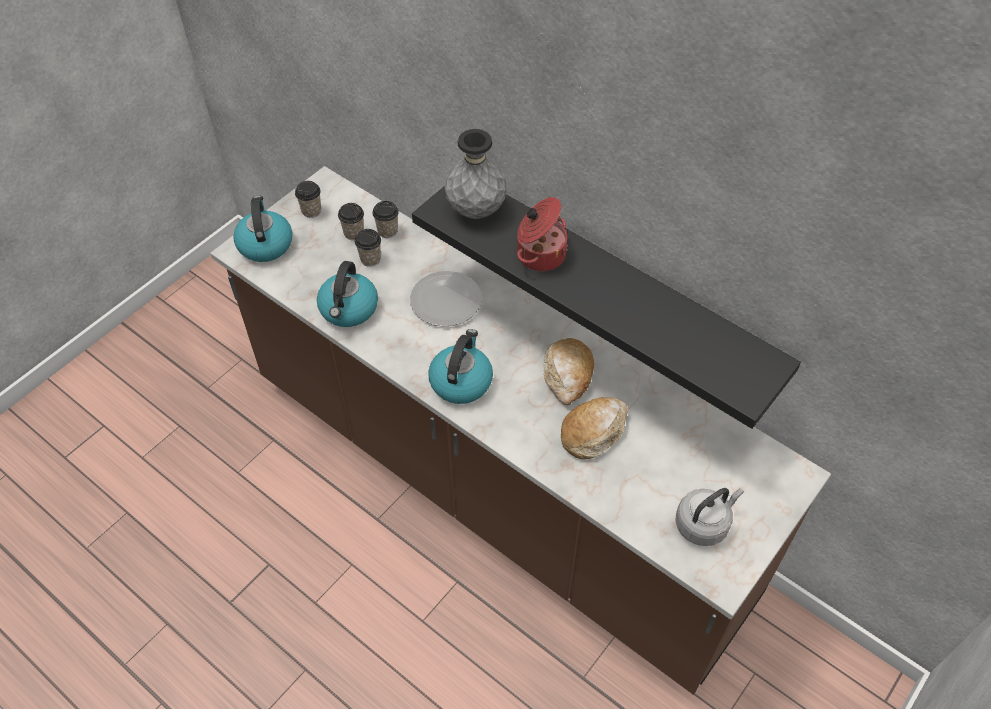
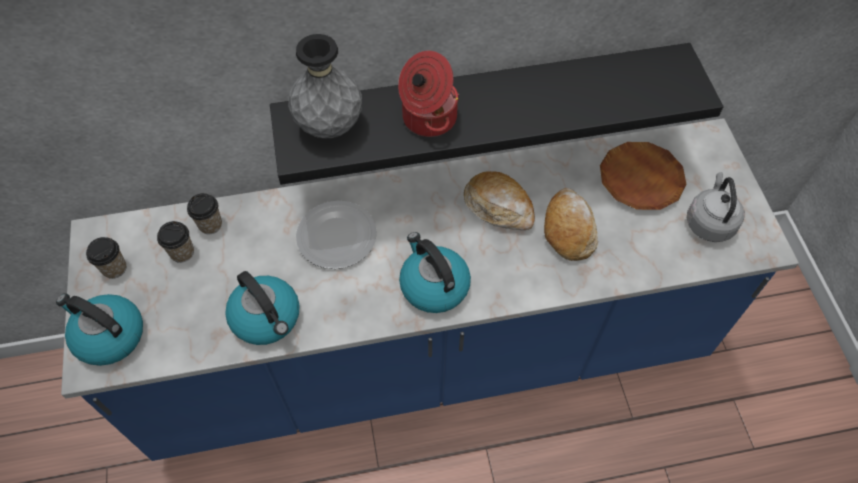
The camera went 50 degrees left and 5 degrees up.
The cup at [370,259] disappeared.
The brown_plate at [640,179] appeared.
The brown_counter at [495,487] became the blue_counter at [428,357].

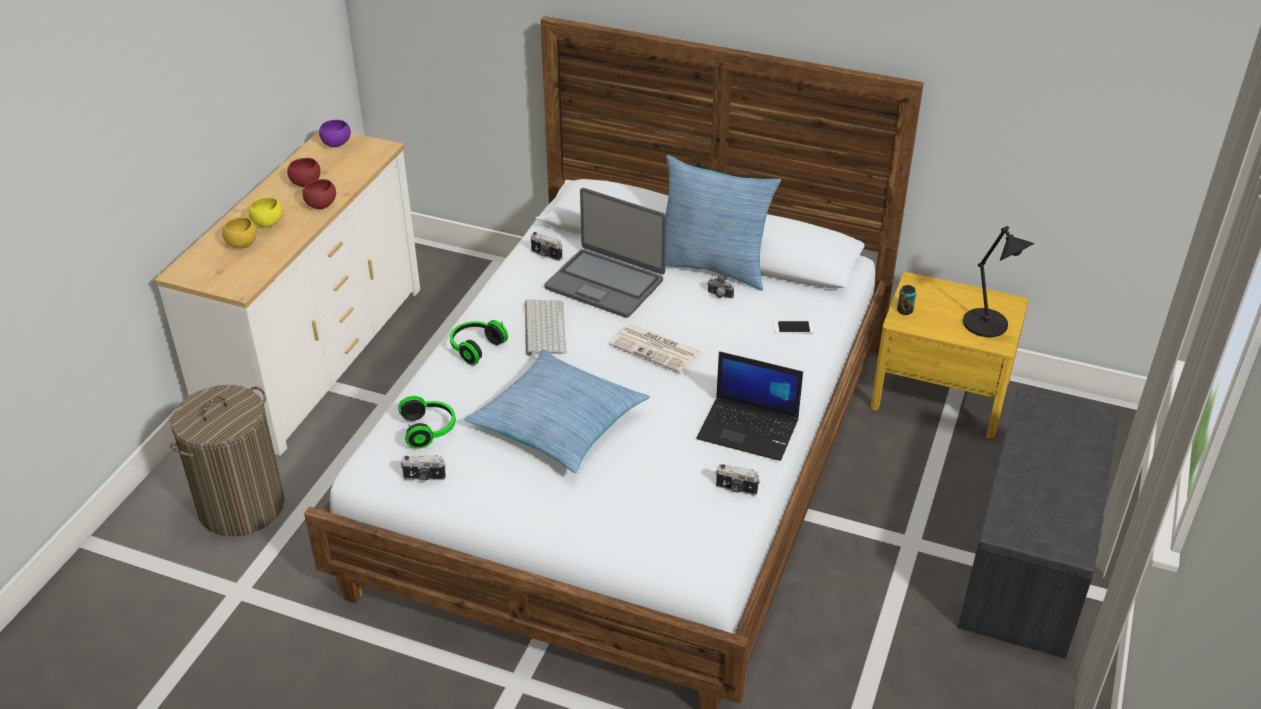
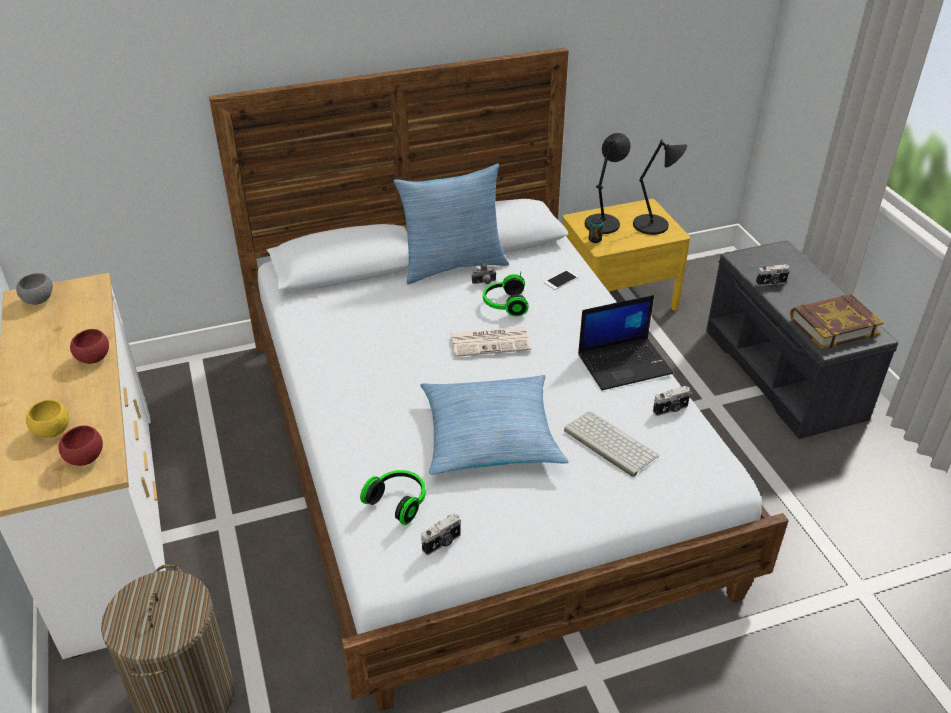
The camera went 40 degrees left and 0 degrees up.
The yellow_bowl at [268,223] disappeared.
The laptop at [605,283] disappeared.
The black_table_lamp at [603,223] appeared.
The book at [833,325] appeared.
The red_bowl moved from [306,183] to [85,458].
The headphones moved from [475,347] to [504,304].
The keyboard moved from [543,327] to [608,443].
The photo_camera moved from [546,255] to [771,283].
The purple_bowl at [336,144] became the grey_bowl at [38,300].

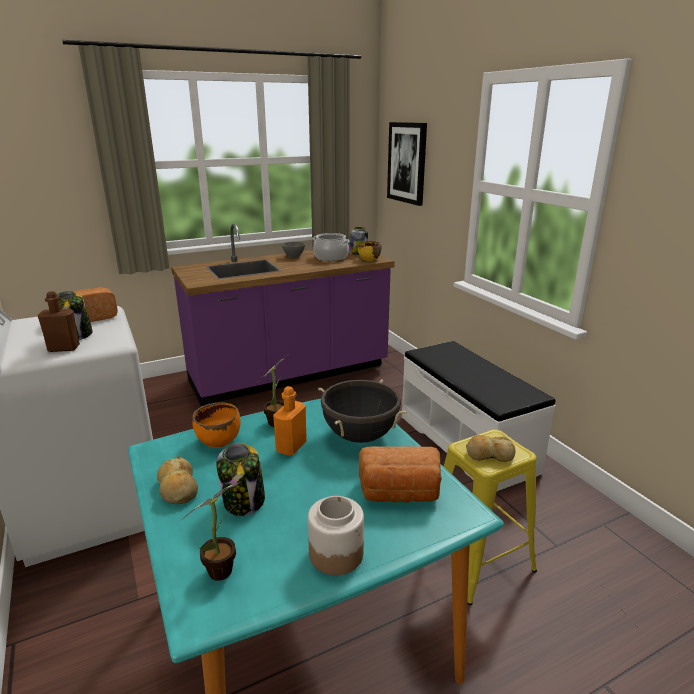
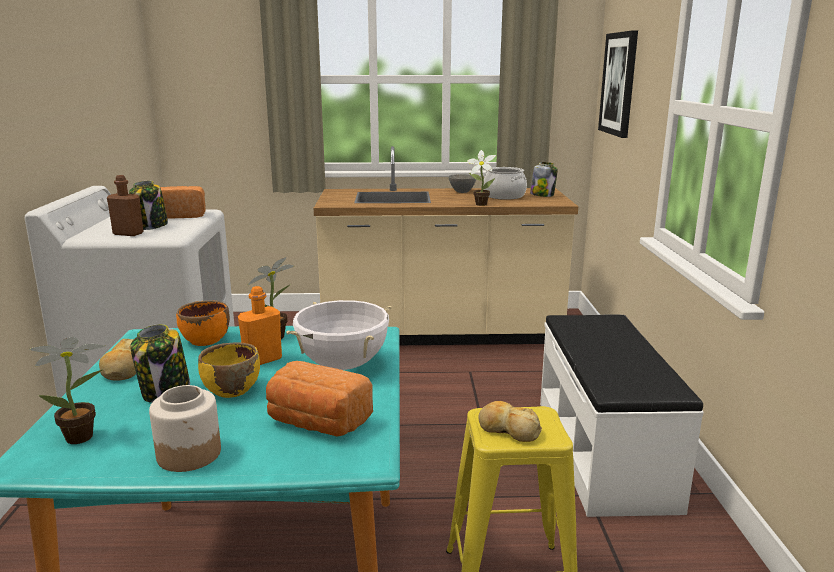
The camera went 25 degrees right and 5 degrees down.
The potted_plant at [479,204] appeared.
The yellow_bowl moved from [369,259] to [231,390].
The purple_counter at [290,375] became the beige_counter at [441,334].
The black_cooking_pot at [360,435] became the white_cooking_pot at [343,365].

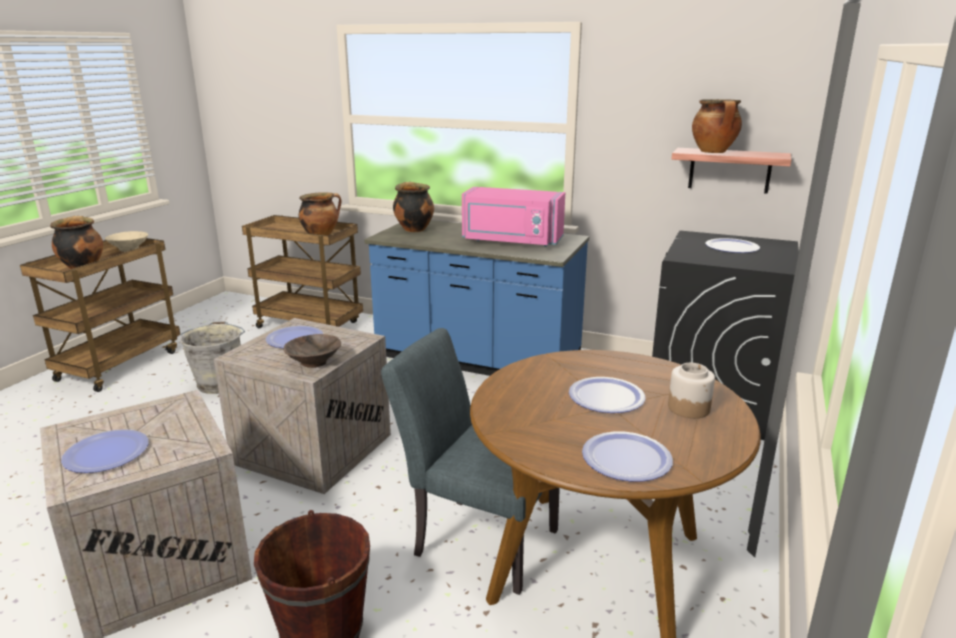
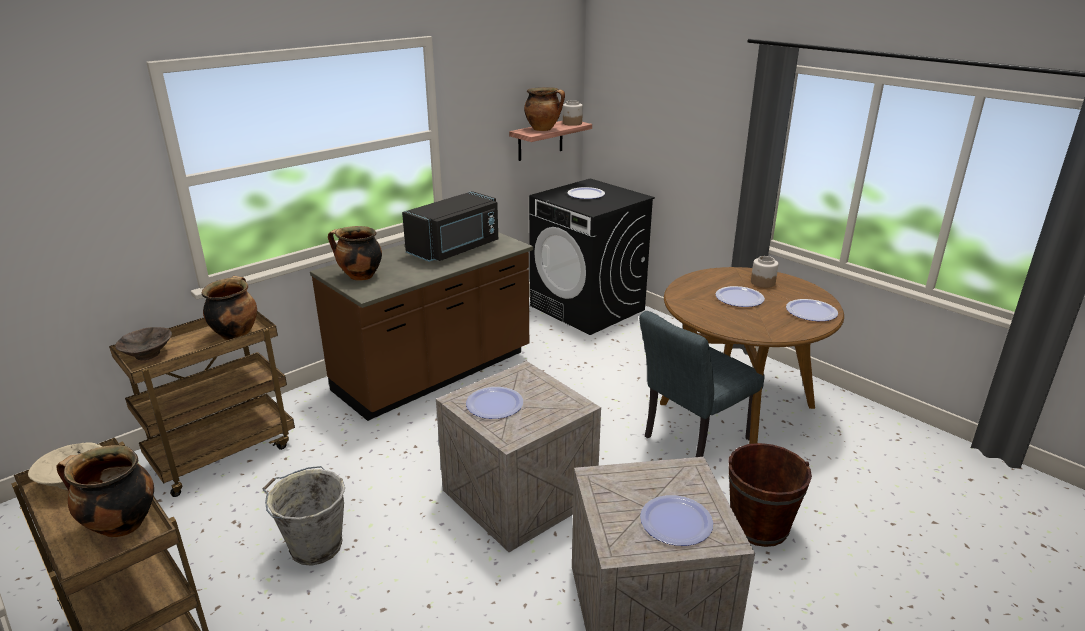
The camera went 65 degrees left and 5 degrees up.
The jar at [572,123] appeared.
The brown_bowl moved from [315,362] to [148,354].
The blue_counter at [477,360] became the brown_counter at [434,373].
The pink_microwave at [511,241] became the black_microwave at [456,249].

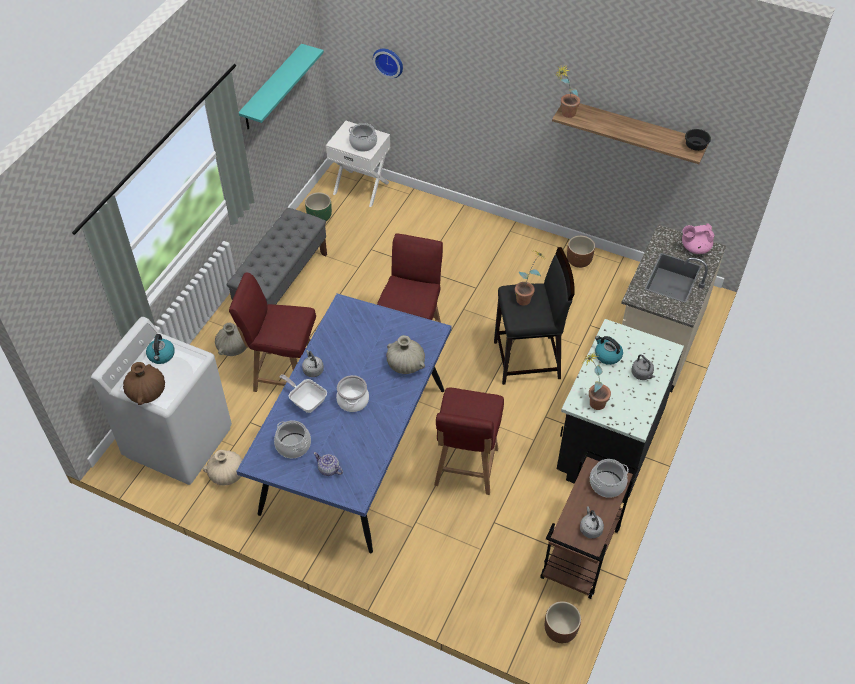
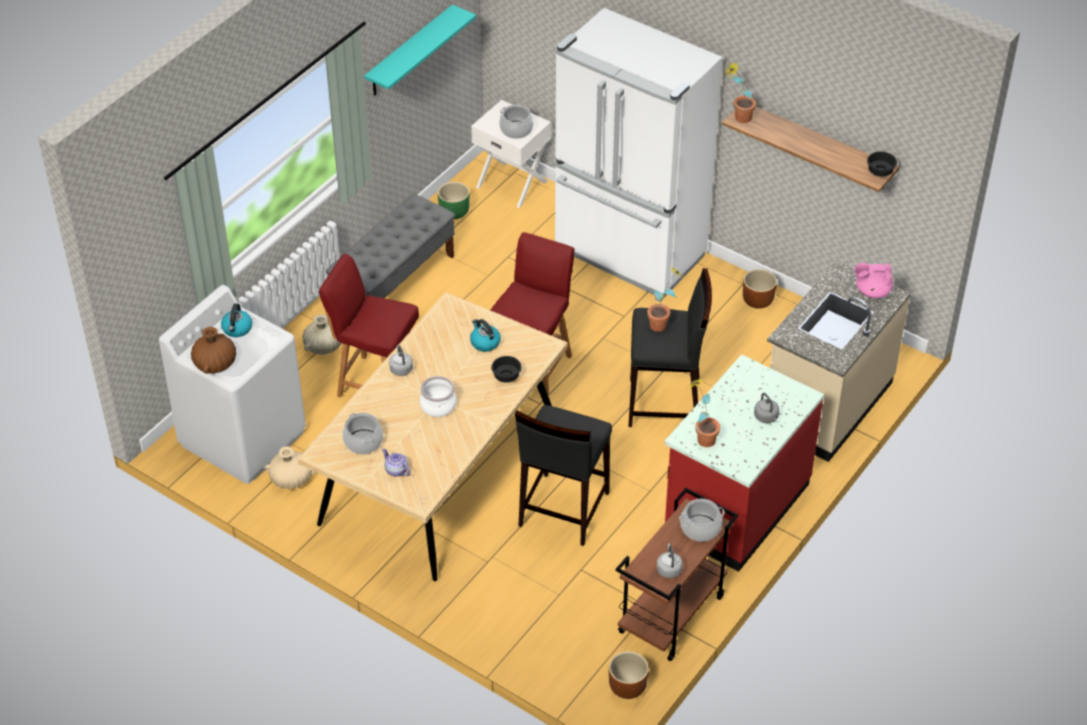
The camera went 10 degrees right and 5 degrees down.
The frying_pan at [306,401] disappeared.
The wall_clock at [389,61] disappeared.
The white_fridge at [628,255] appeared.
The kettle moved from [607,355] to [484,342].
The beige_vase at [405,364] was replaced by the black_bowl at [505,376].
The red_chair at [466,468] was replaced by the black_stool at [563,510].
The blue_dining_table at [355,450] became the beige_dining_table at [440,474].
The black_counter at [607,444] became the red_counter at [735,507].

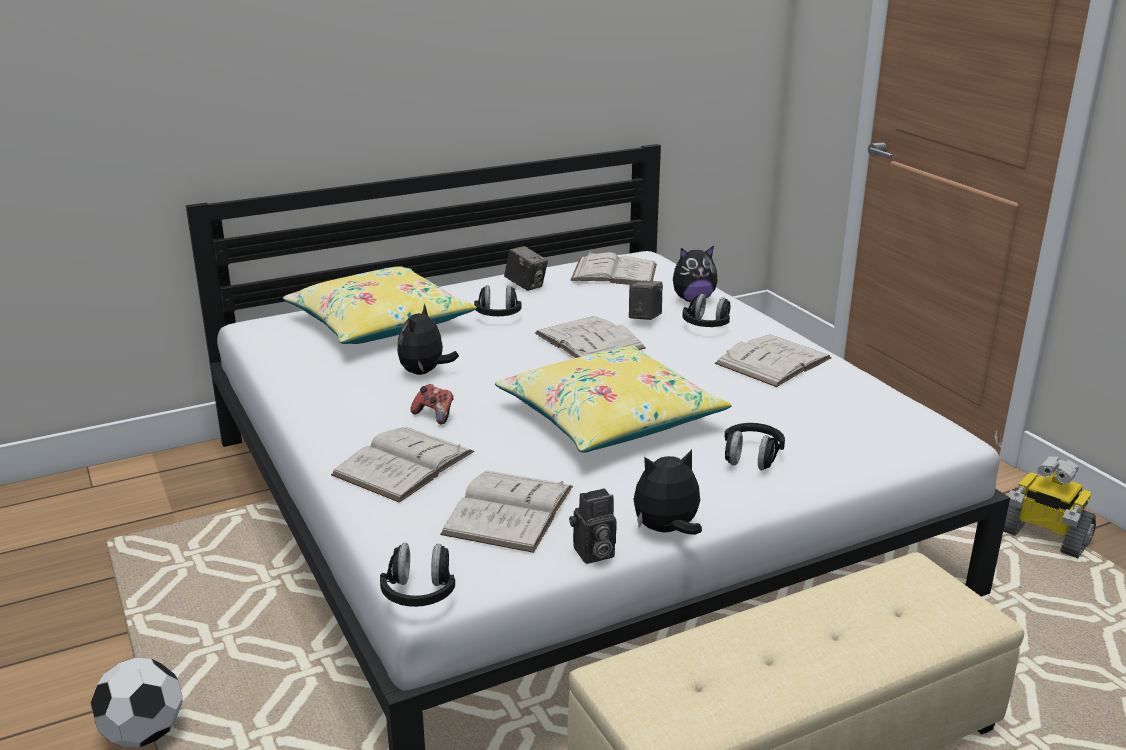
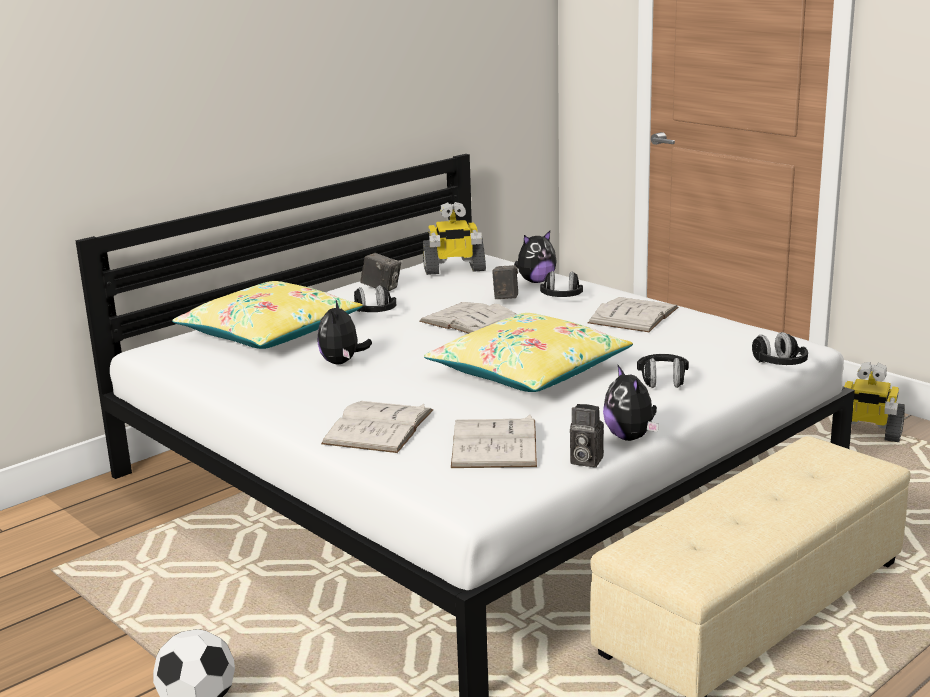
The camera went 15 degrees left and 5 degrees down.
The game_controller at [434,415] disappeared.
The black_headphones moved from [420,593] to [779,365].
The white_book at [614,272] was replaced by the toy_robot at [454,269].
The photo_camera at [593,554] turned 60 degrees clockwise.
The plush_toy at [667,531] turned 75 degrees counterclockwise.

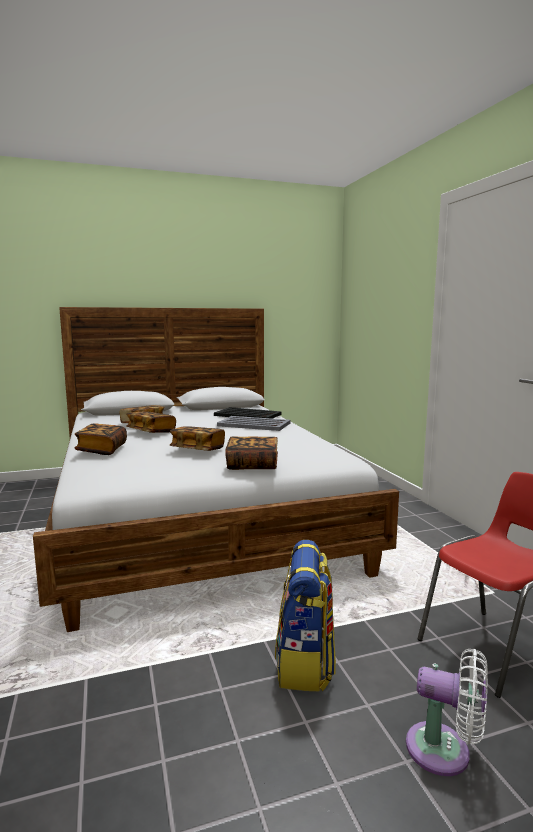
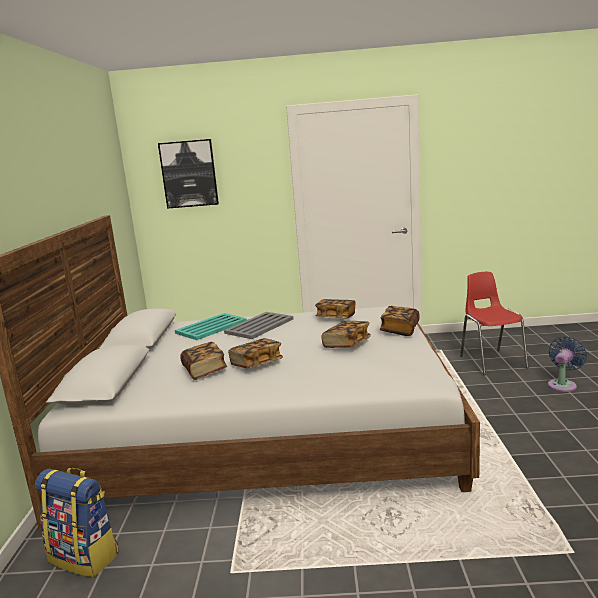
The camera went 70 degrees left and 5 degrees up.
The picture at [189,174] appeared.
The book moved from [102,450] to [336,317].
The backpack moved from [305,663] to [85,556].
The black_tray at [248,415] became the turquoise_tray at [212,327].
The white_fan at [445,751] became the blue_fan at [563,384].

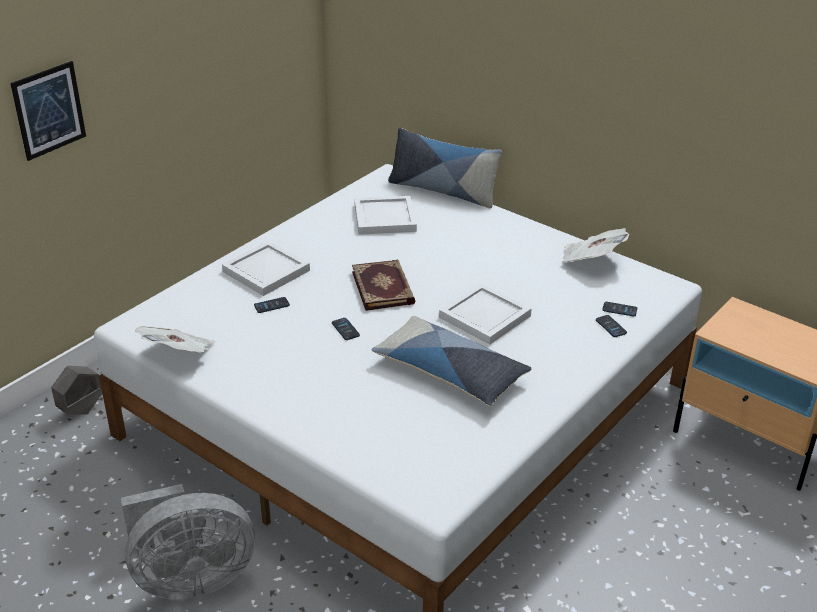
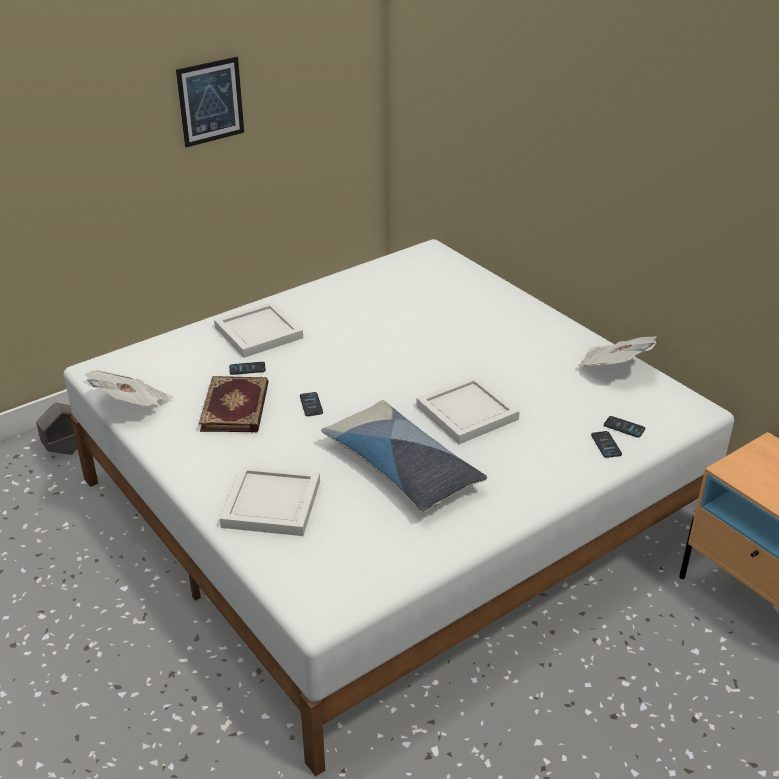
The camera went 15 degrees right and 0 degrees up.
The grey_fan at [190,578] disappeared.
The pillow at [443,191] disappeared.
The picture moved from [49,110] to [210,101].
The book moved from [384,287] to [236,407].
The white_tray moved from [385,217] to [273,503].

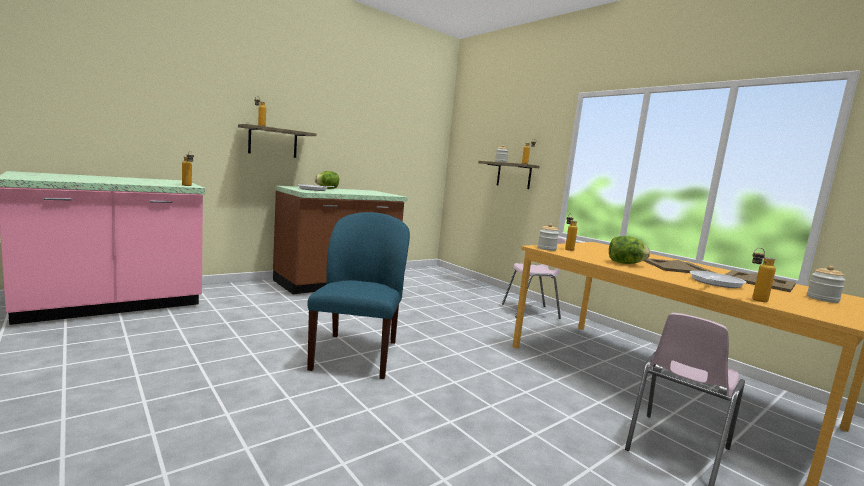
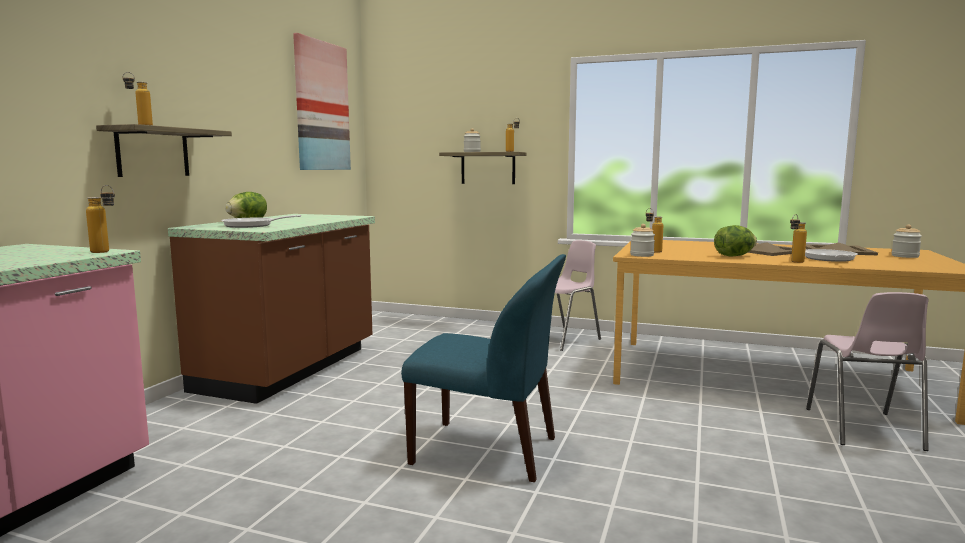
The camera went 30 degrees left and 0 degrees up.
The picture at [321,106] appeared.
The bottle moved from [754,300] to [794,262].
The blue_chair at [356,354] turned 135 degrees clockwise.

